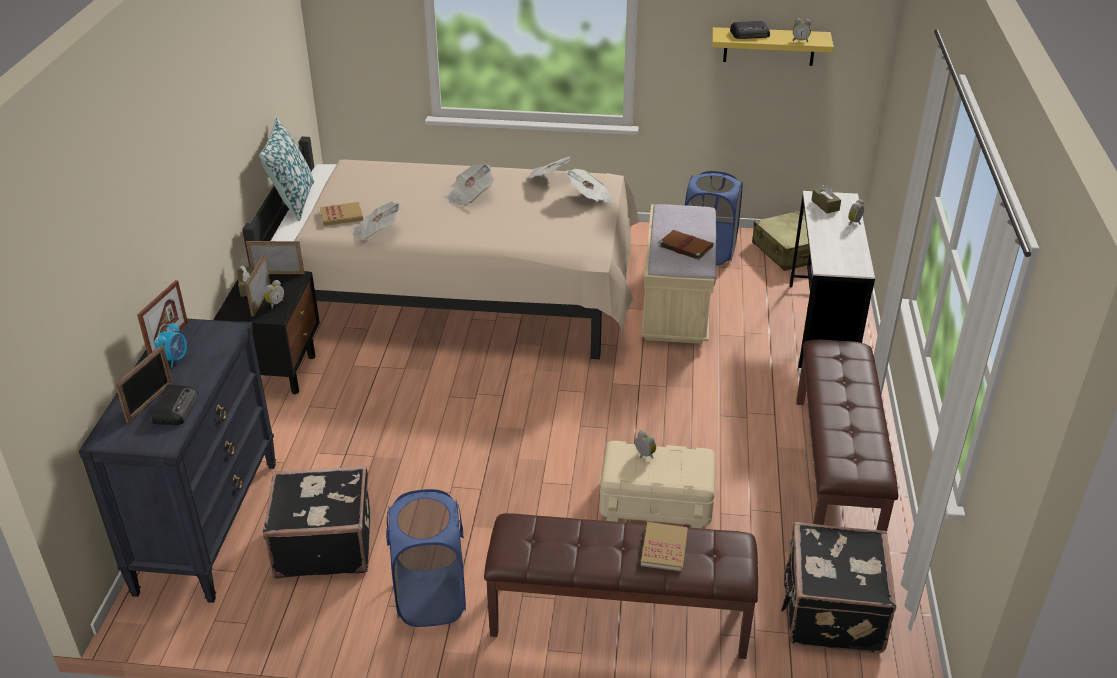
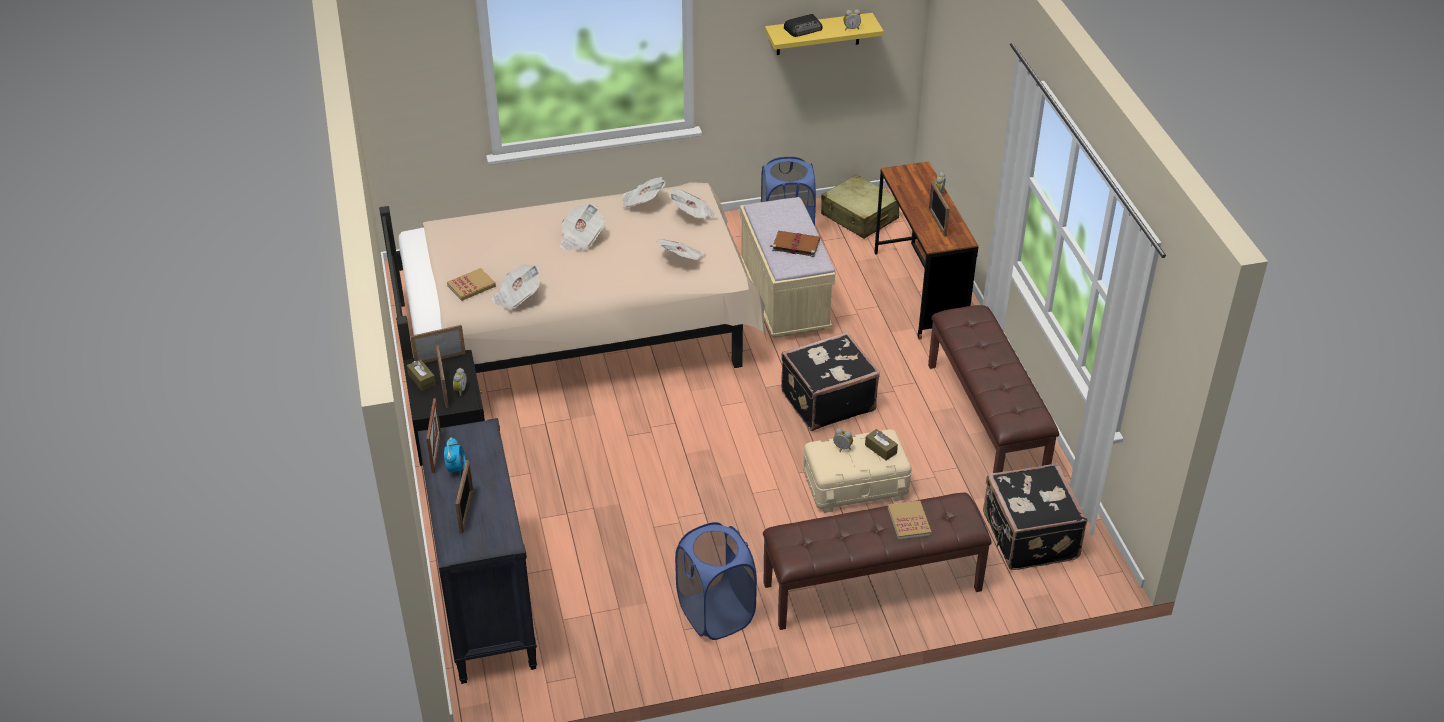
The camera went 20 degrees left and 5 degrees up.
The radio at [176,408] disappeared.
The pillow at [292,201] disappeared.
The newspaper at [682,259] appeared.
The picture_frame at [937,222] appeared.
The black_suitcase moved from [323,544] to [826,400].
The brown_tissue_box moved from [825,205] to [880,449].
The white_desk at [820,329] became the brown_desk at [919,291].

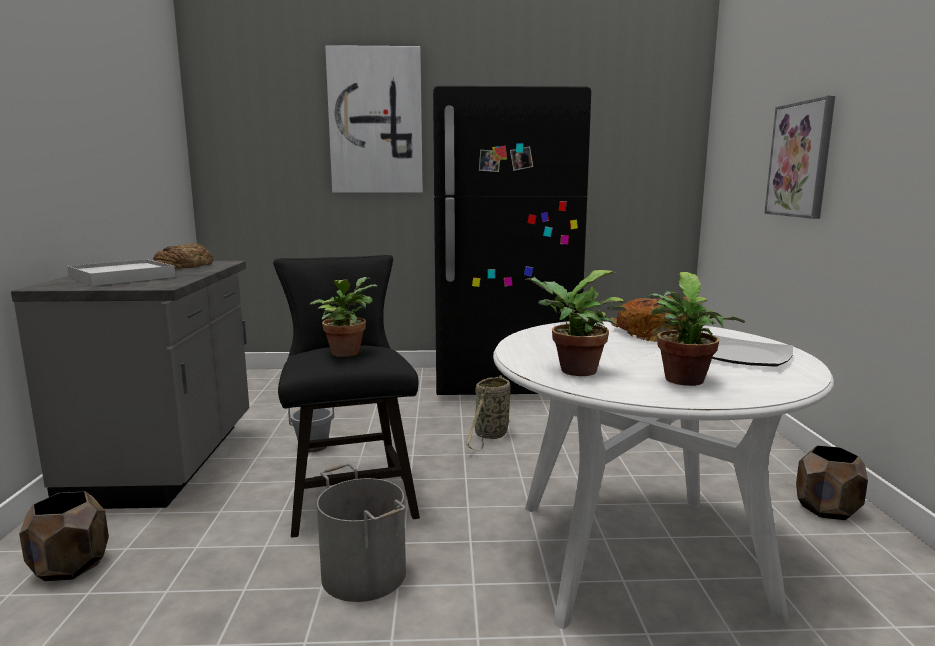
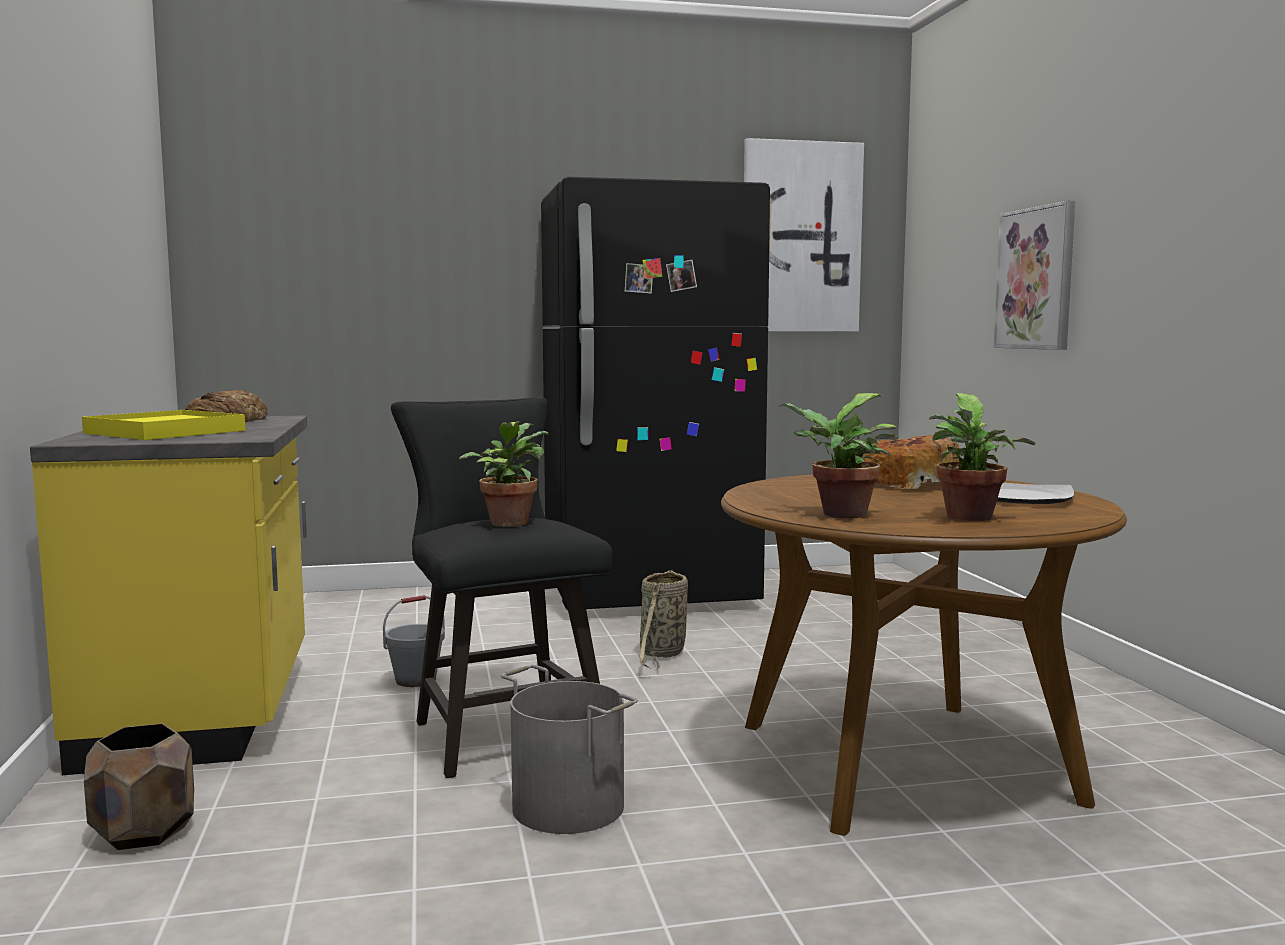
The camera went 10 degrees left and 5 degrees down.
The brown_planter at [827,509] disappeared.
The picture moved from [375,121] to [801,238].
The grey_counter at [168,462] became the yellow_counter at [206,711].
The white_tray at [122,277] became the yellow_tray at [165,432].
The white_dining_table at [638,555] became the brown_dining_table at [904,762].

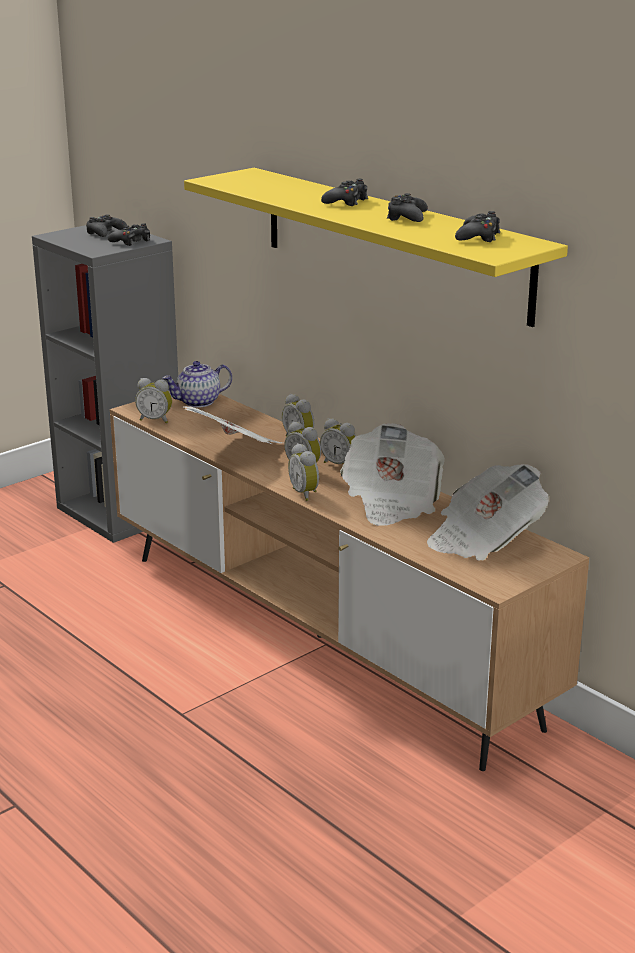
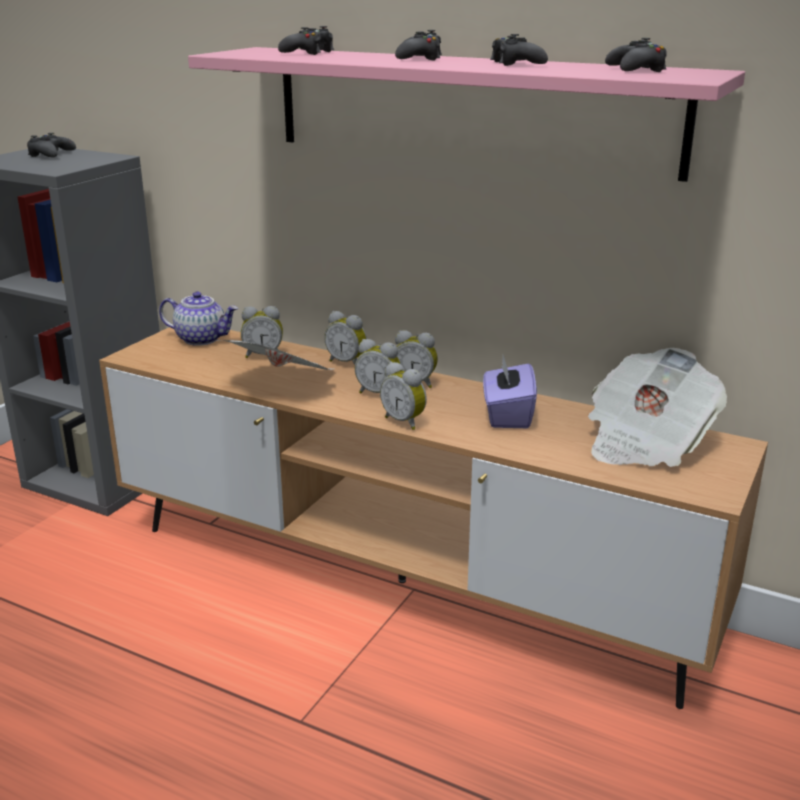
The camera went 20 degrees left and 0 degrees up.
The black_game_controller moved from [131,241] to [308,53].
The alarm_clock moved from [155,420] to [263,355].
The newspaper at [391,502] was replaced by the purple_tissue_box at [507,415].
The yellow_shelf at [392,242] became the pink_shelf at [469,109].
The teapot at [198,402] turned 120 degrees counterclockwise.

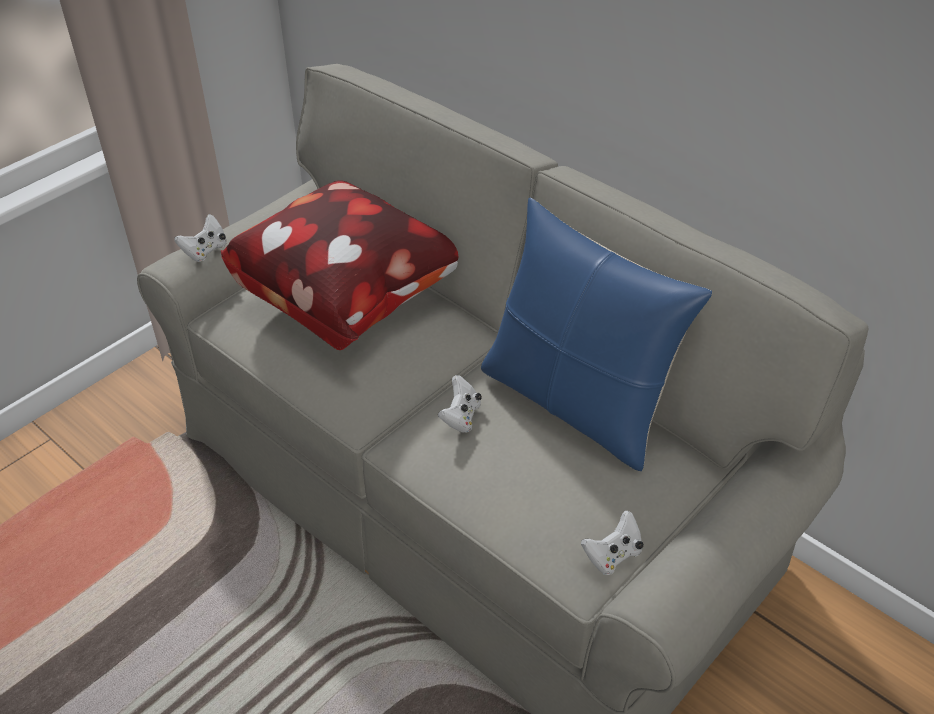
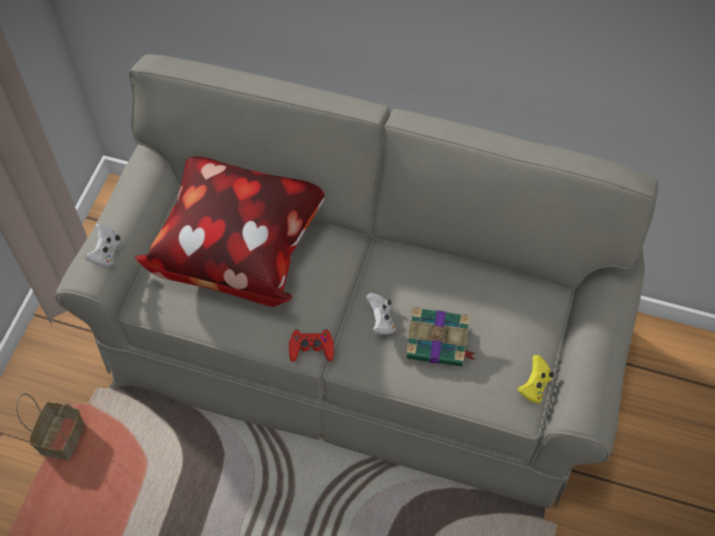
The camera went 25 degrees left and 15 degrees up.
The blue_pillow at [576,402] disappeared.
The basket at [62,437] appeared.
The red_game_controller at [311,348] appeared.
The book at [438,342] appeared.
The white_game_controller at [612,555] became the yellow_game_controller at [534,386].

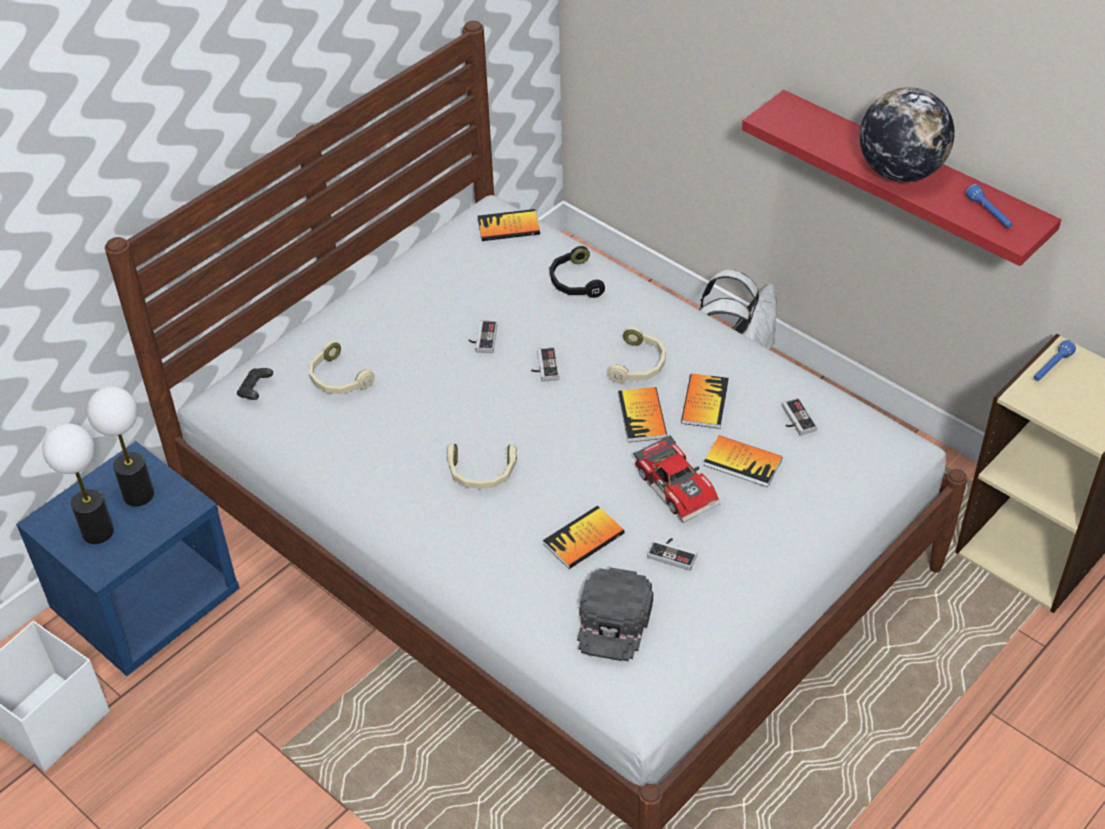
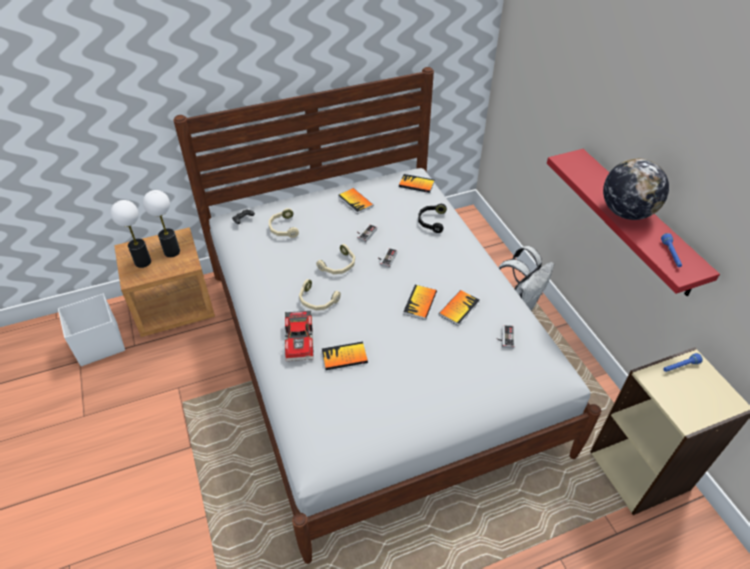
The camera went 25 degrees right and 0 degrees up.
The black_cap at [614,620] disappeared.
The game_controller at [673,553] disappeared.
The beige_headphones moved from [639,365] to [339,265].
The toy_car moved from [678,486] to [301,340].
The book moved from [742,462] to [355,201].
The blue_nightstand at [147,603] became the brown_nightstand at [175,307].

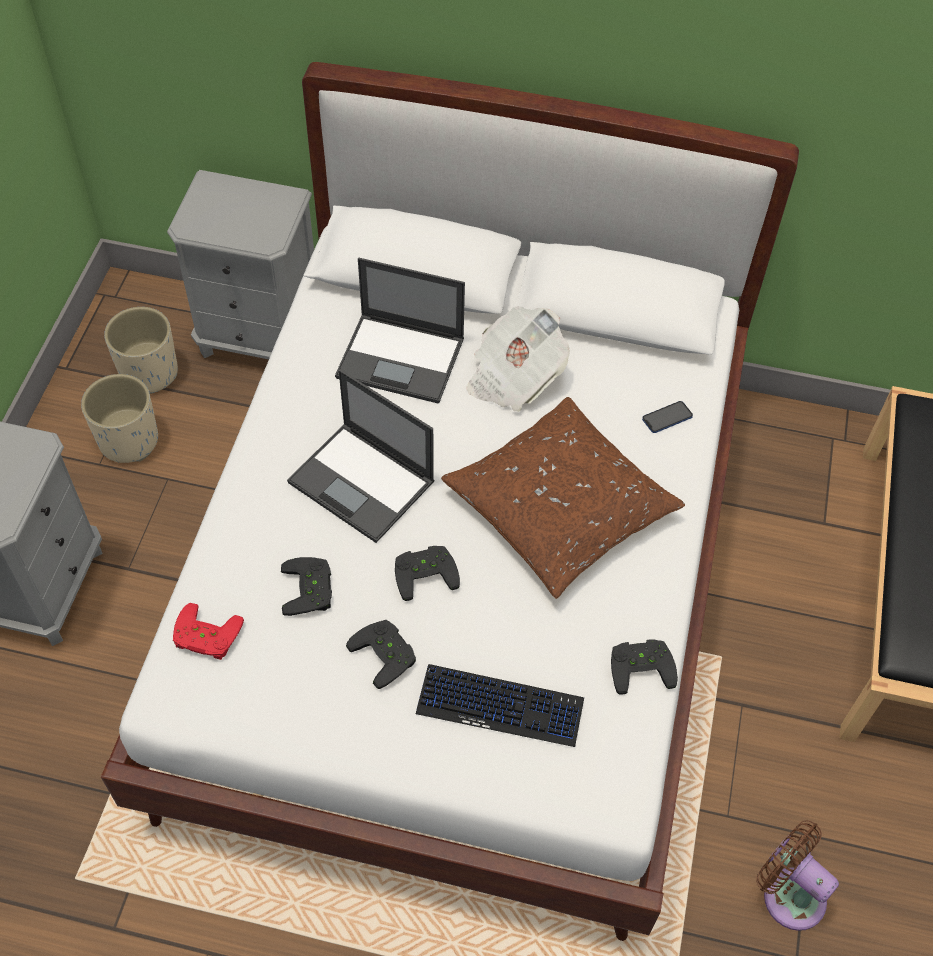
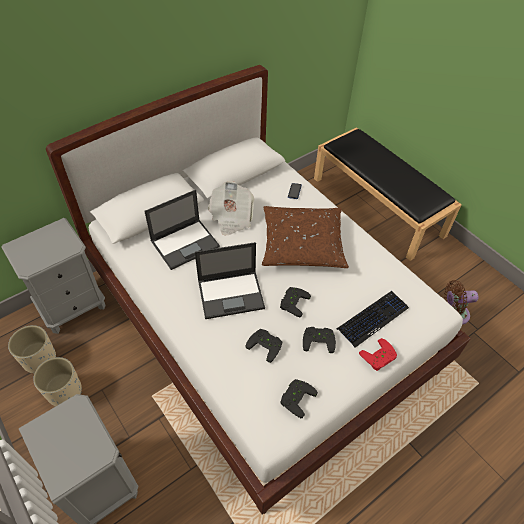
The camera went 50 degrees left and 5 degrees down.
The red_game_controller moved from [205,637] to [379,358].
The black_game_controller moved from [640,665] to [295,397].

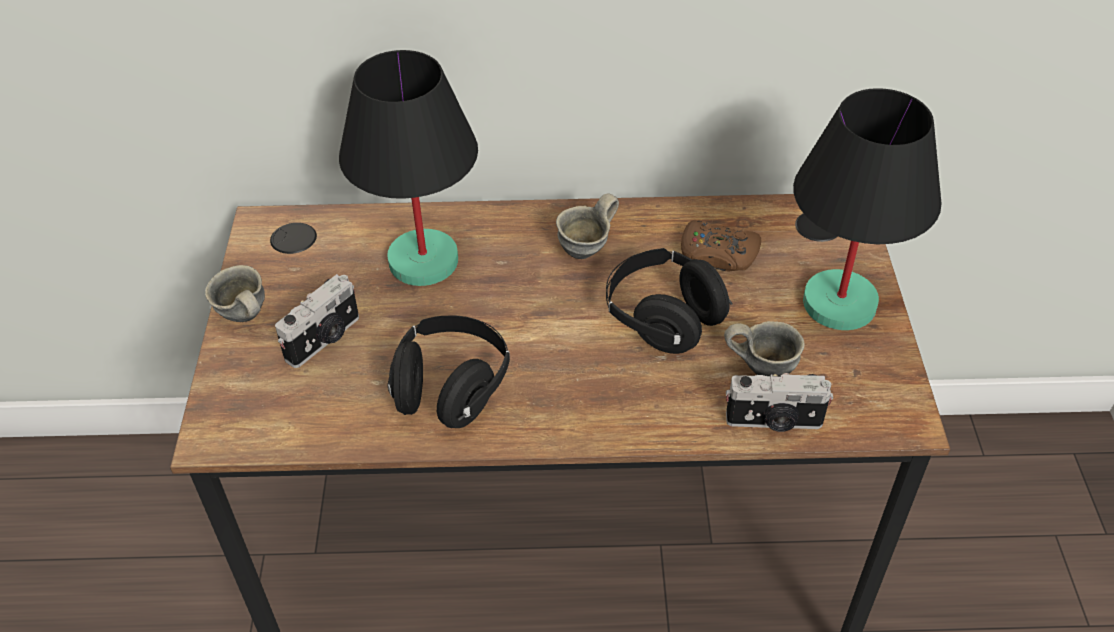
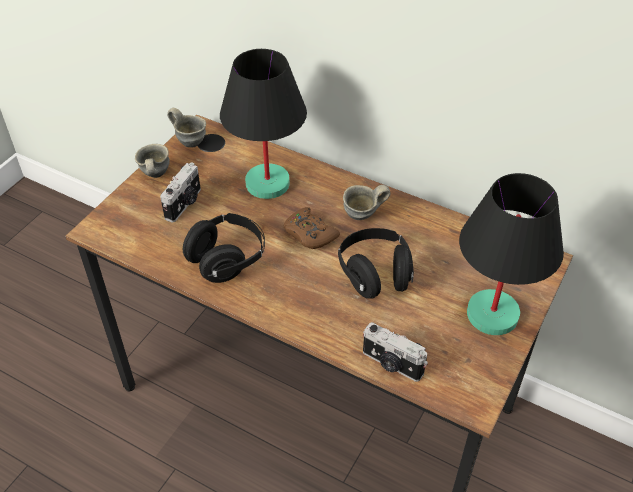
The camera went 30 degrees right and 0 degrees up.
The brown_game_controller moved from [718,254] to [309,234].
The grey_mug moved from [762,367] to [190,141].
The photo_camera at [325,339] turned 45 degrees counterclockwise.

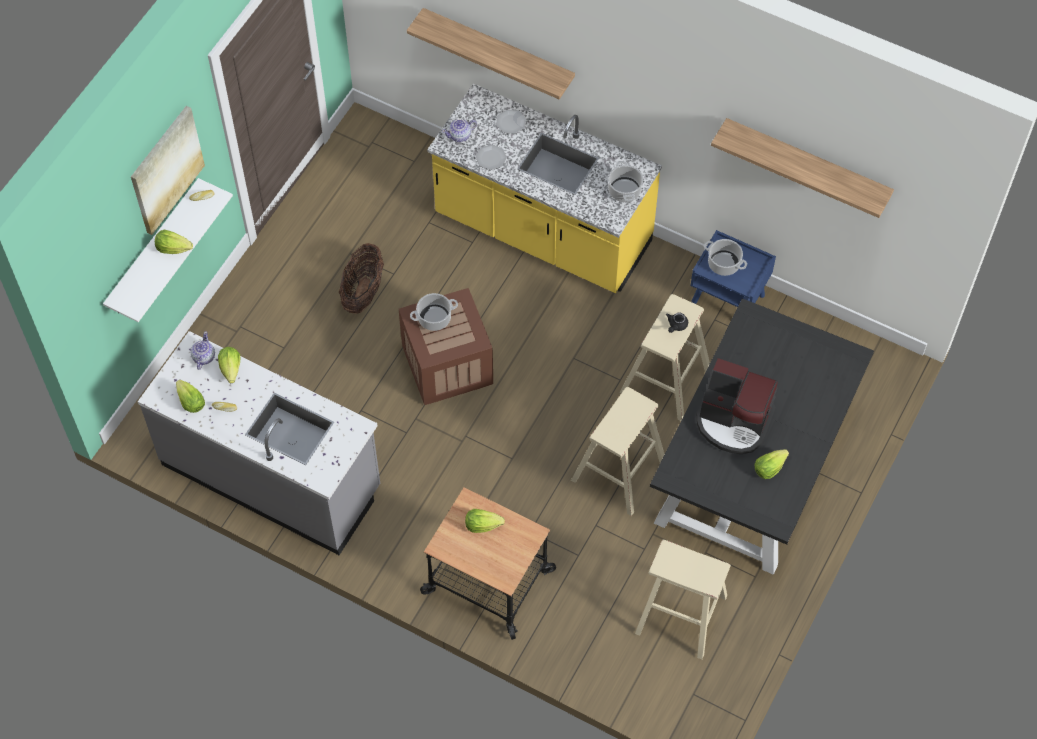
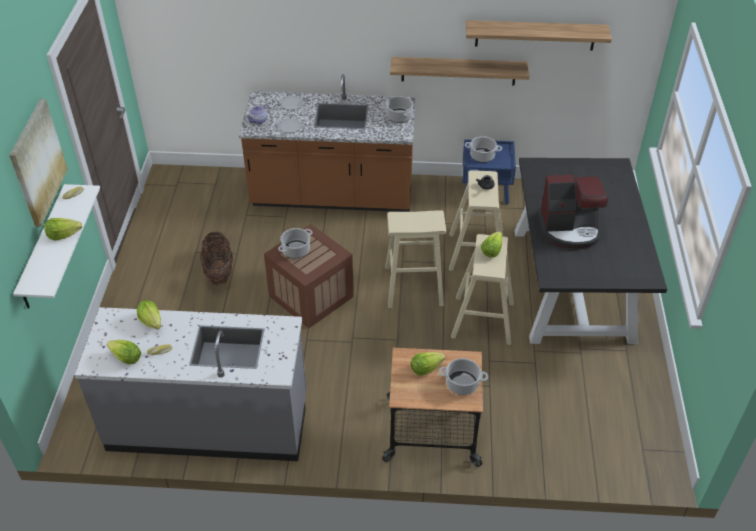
The camera went 25 degrees left and 15 degrees down.
The teapot at [203,357] disappeared.
The cooking_pot at [462,384] appeared.
The shelf moved from [498,51] to [458,71].
The beige_stool moved from [681,614] to [413,286].
The lettuce moved from [769,468] to [491,251].
The yellow_counter at [542,231] became the brown_counter at [332,195].

